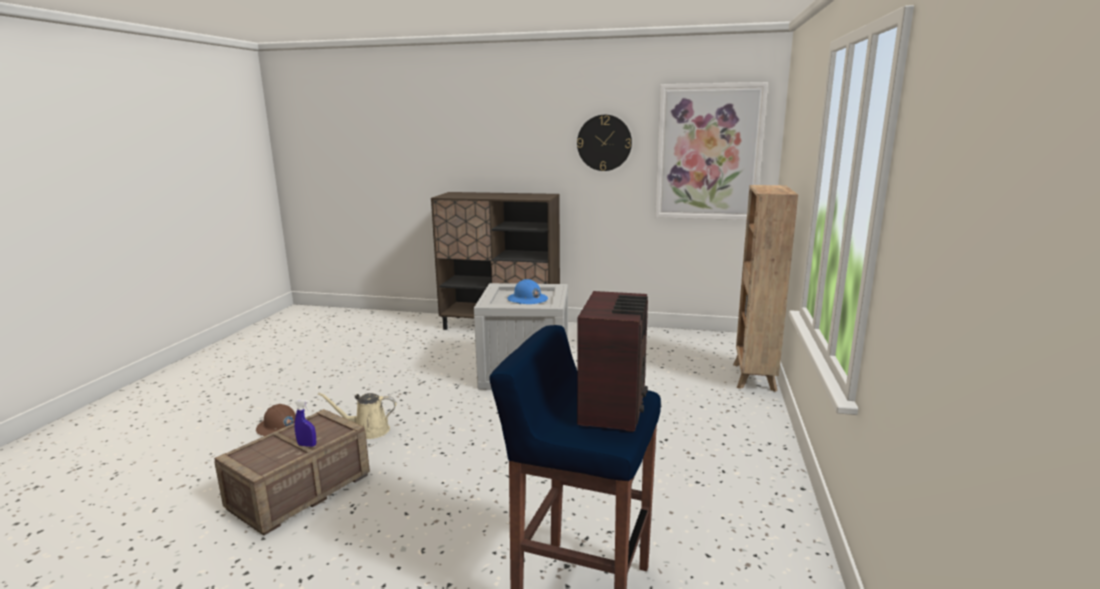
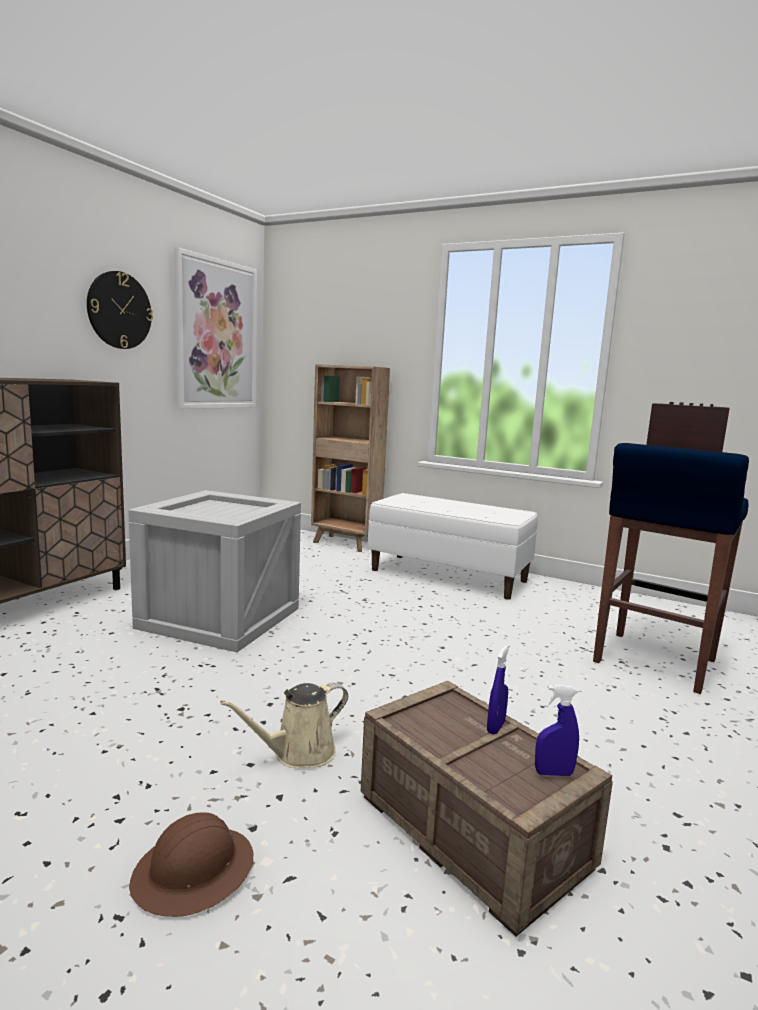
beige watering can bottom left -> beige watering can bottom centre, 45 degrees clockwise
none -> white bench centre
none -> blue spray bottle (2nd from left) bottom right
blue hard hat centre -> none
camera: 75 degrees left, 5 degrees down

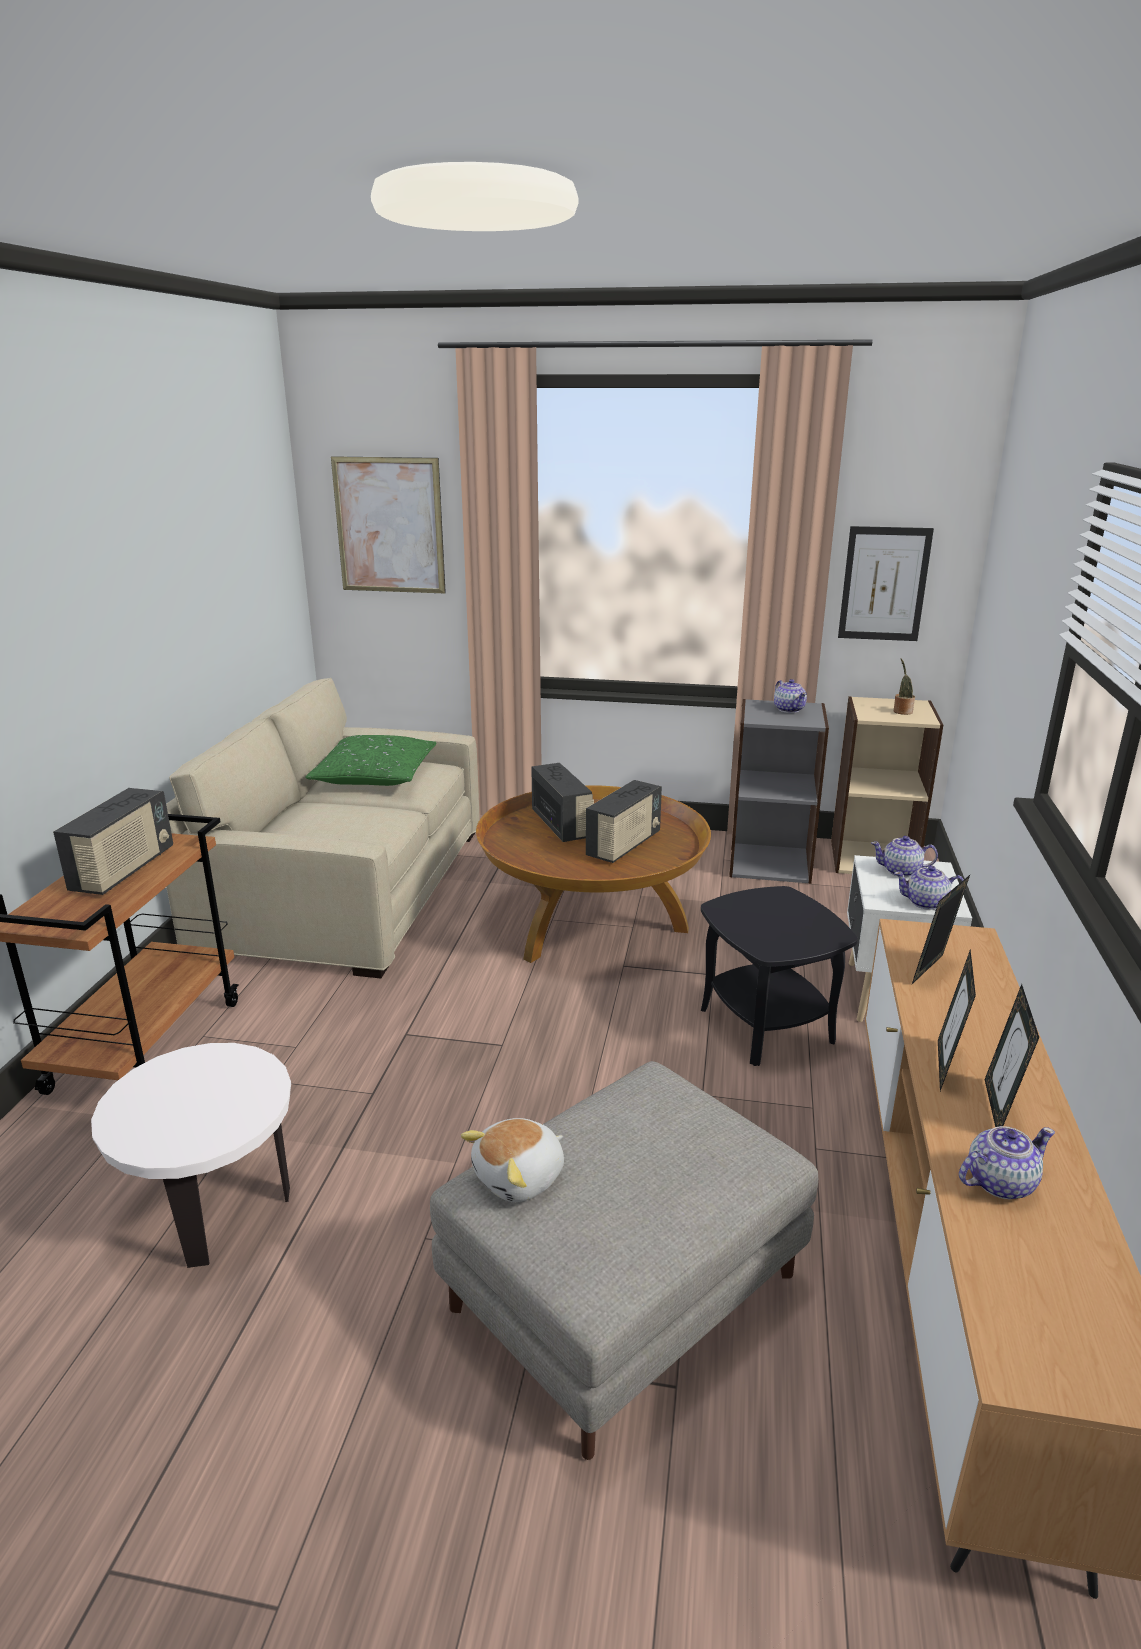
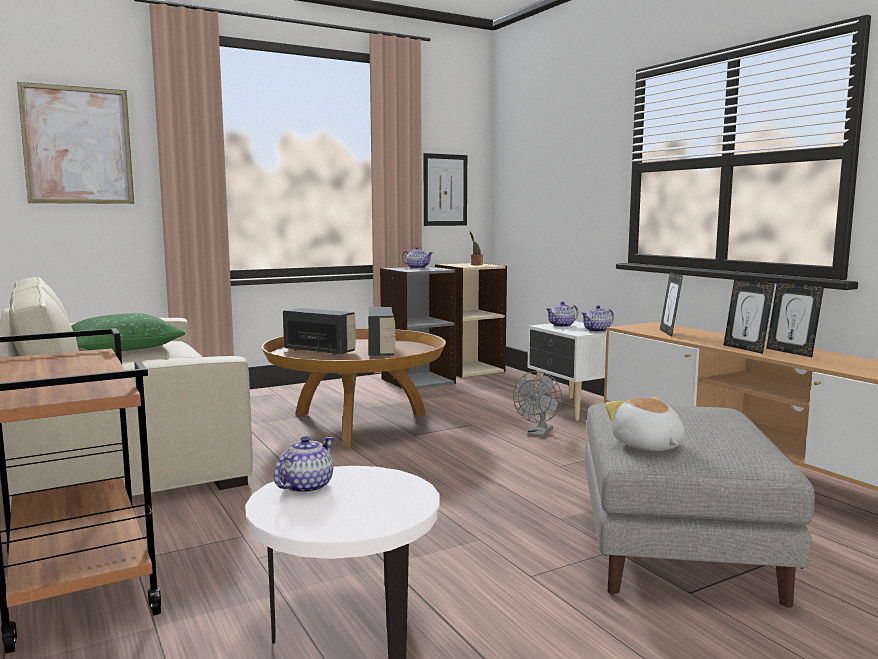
teapot (4th from left in the first image) bottom right -> teapot (1st from left) bottom centre, move
black side table middle right -> grey fan centre
plush toy bottom centre -> plush toy middle right, 150 degrees clockwise
radio (1st from left) middle left -> none
camera: 40 degrees left, 15 degrees down

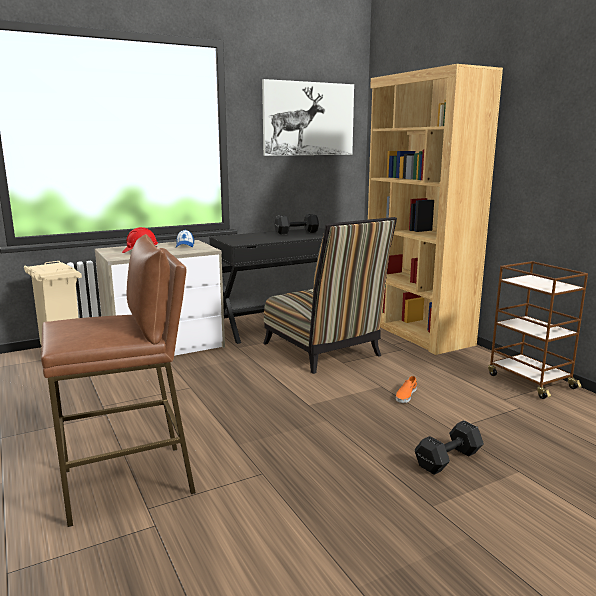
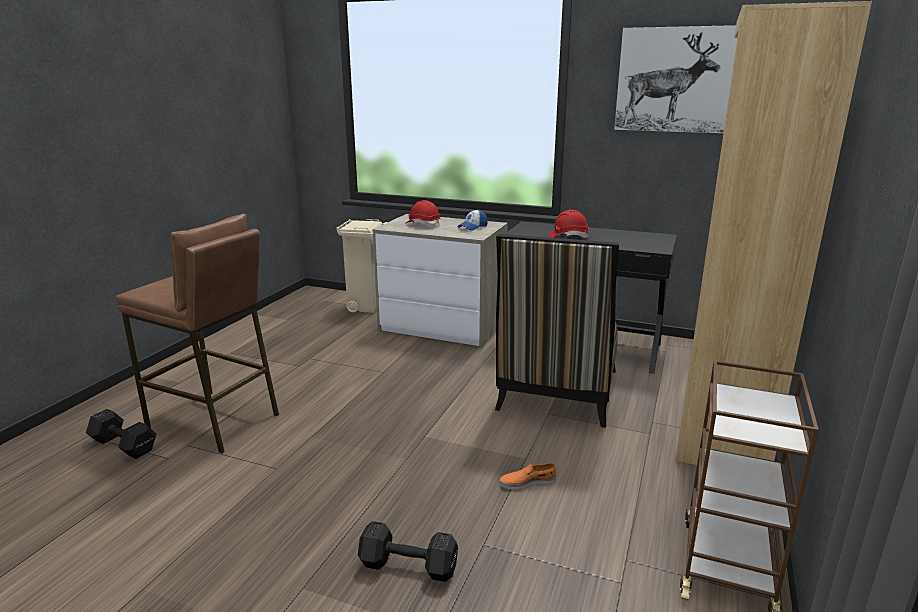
black dumbbell (1st from left) centre -> black dumbbell (1st from left) bottom left, move
none -> red hard hat (2nd from left) centre
camera: 50 degrees right, 5 degrees up

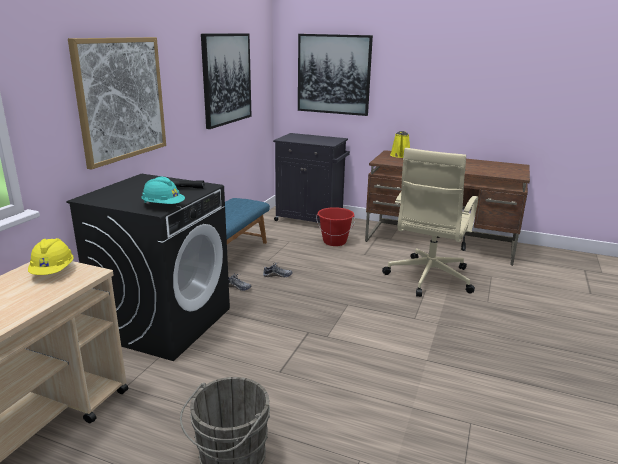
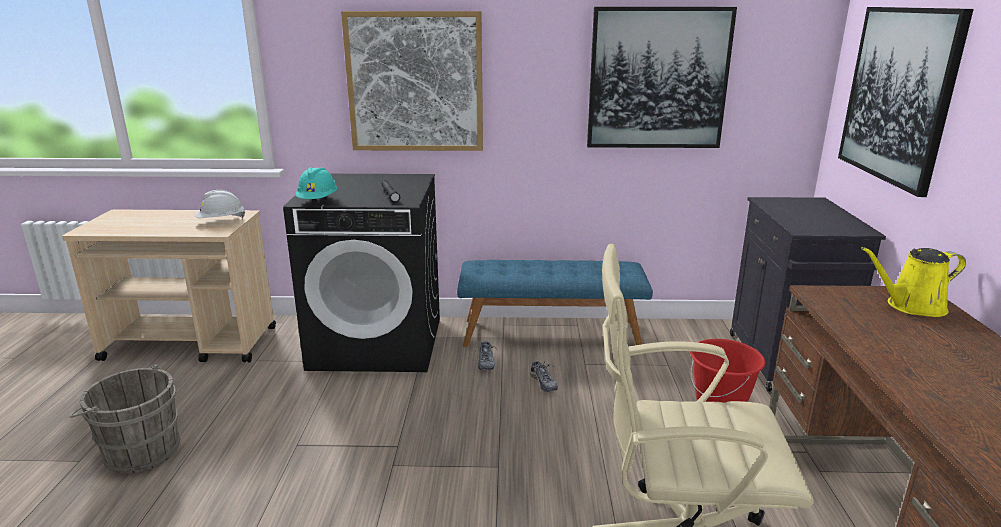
yellow hard hat middle left -> white hard hat middle left
camera: 70 degrees right, 0 degrees up

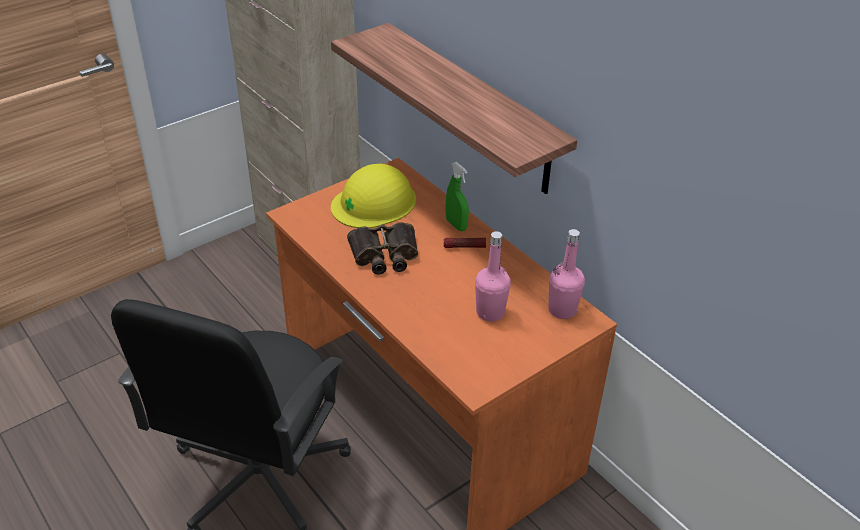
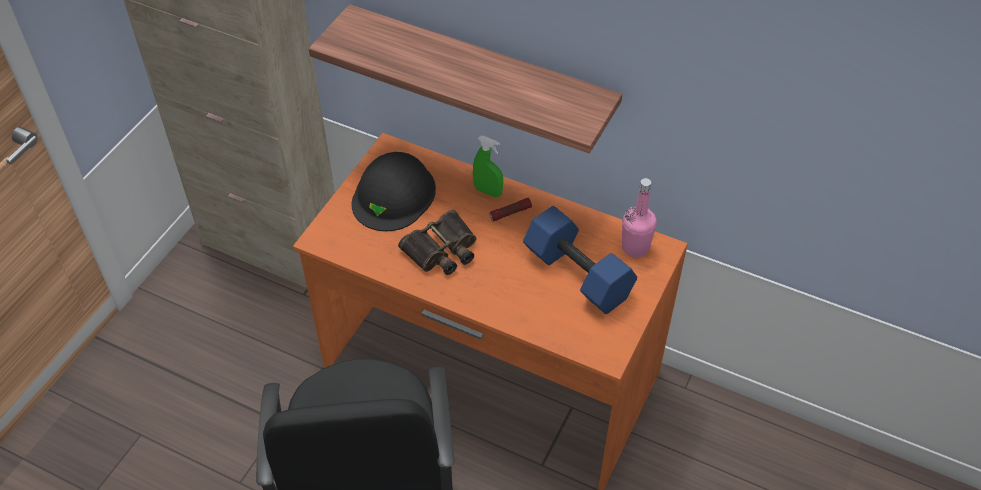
yellow hard hat centre -> black hard hat centre
pink bottle (1st from left) centre -> blue dumbbell centre
camera: 25 degrees left, 10 degrees up

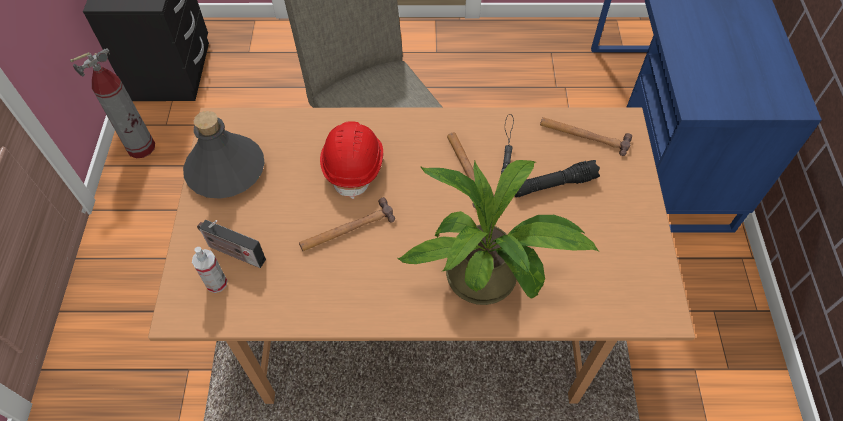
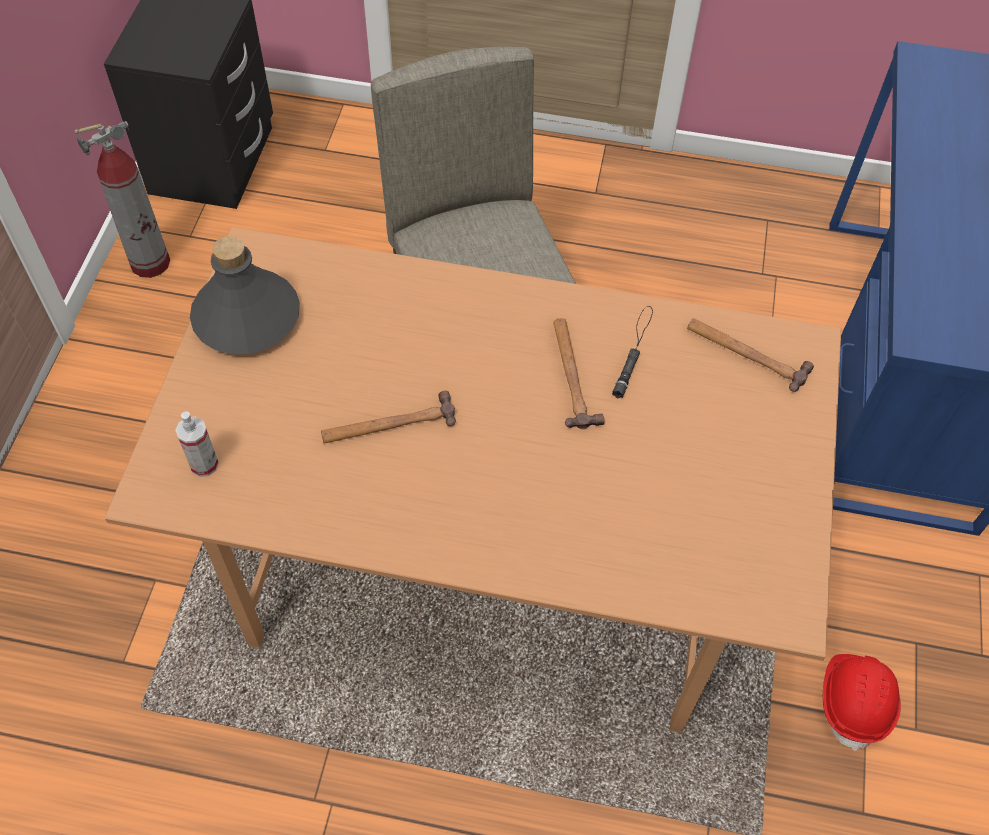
red hard hat centre -> red hard hat bottom right, move
radio middle left -> none
potted plant centre -> none
black flashlight (2nd from left) centre -> none
camera: 10 degrees right, 0 degrees up

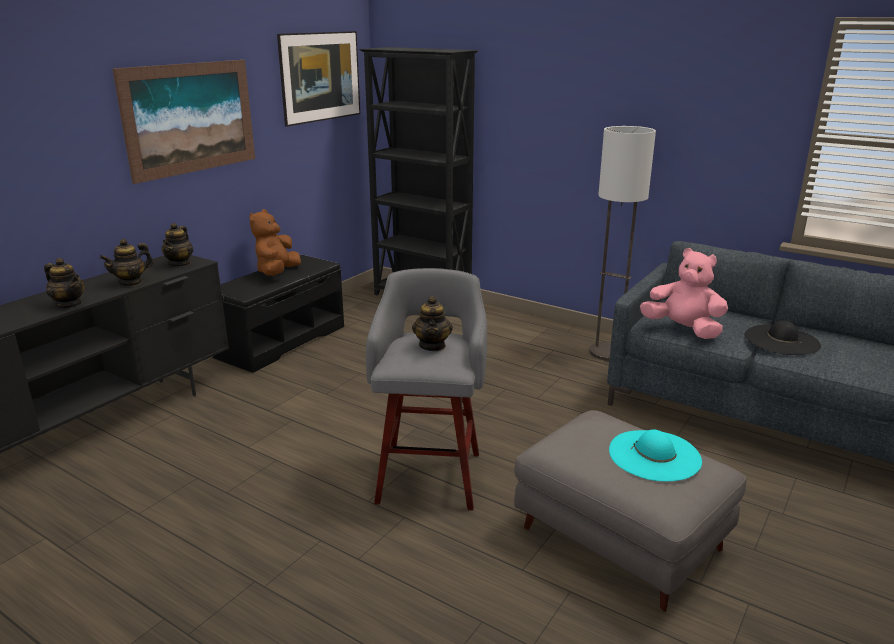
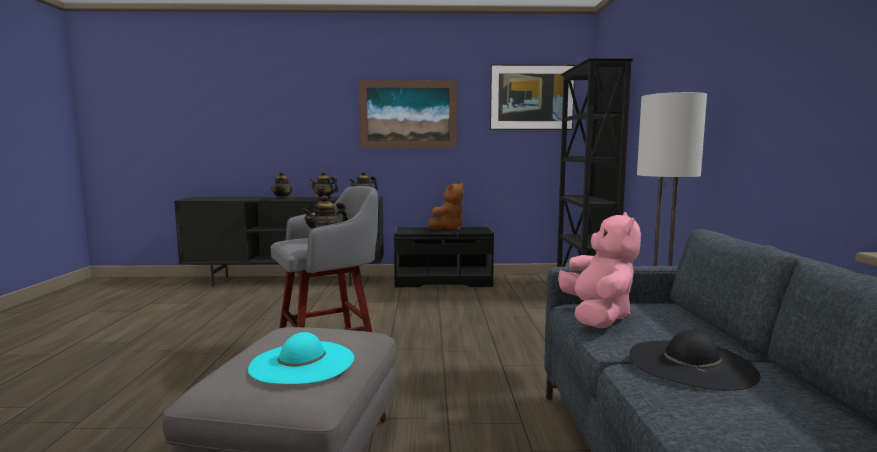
brown plush toy middle left -> brown plush toy centre, 150 degrees clockwise
camera: 55 degrees right, 15 degrees down

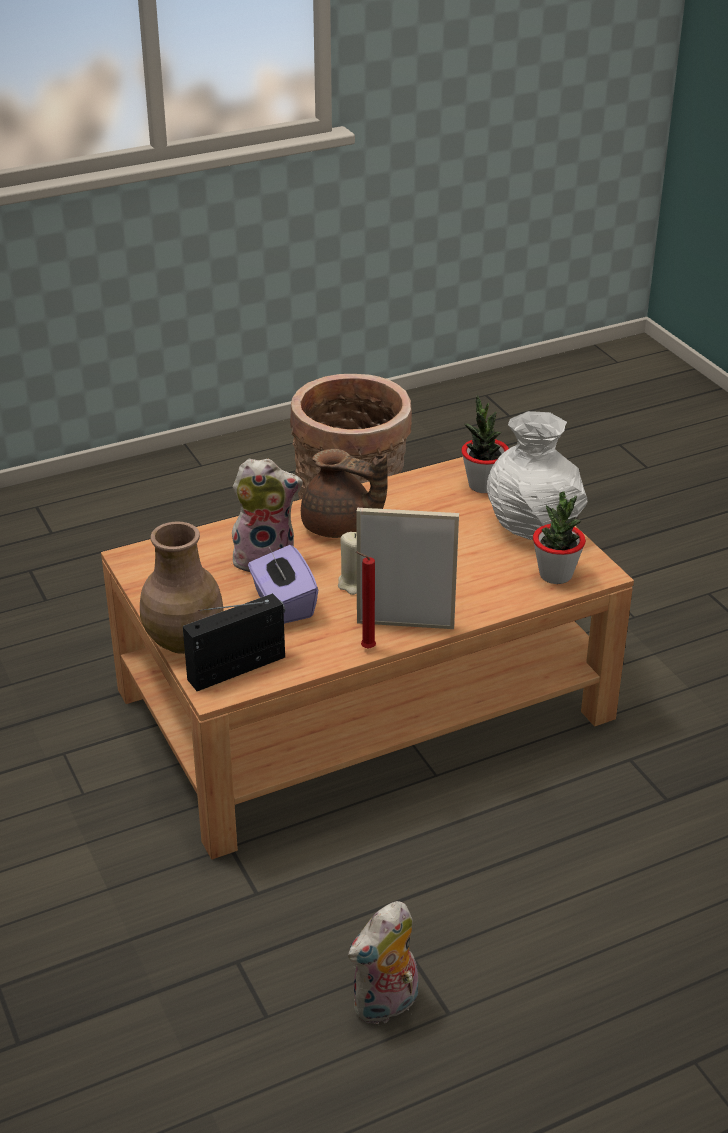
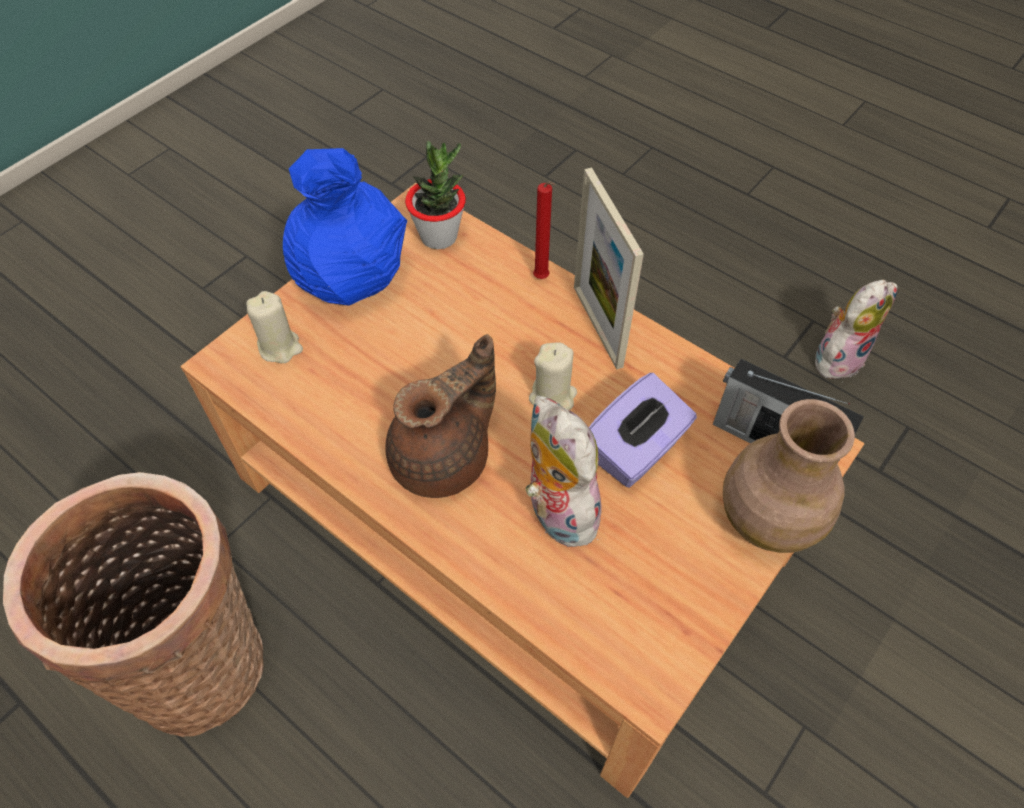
potted plant (1st from left) centre -> beige candle (1st from left) middle left
white vase middle right -> blue vase top centre
brown teapot centre, 45 degrees clockwise
red candle centre -> red candle top centre, move
plush toy (2nd from left) bottom centre -> plush toy (2nd from left) middle right, 60 degrees counterclockwise
camera: 115 degrees left, 20 degrees up

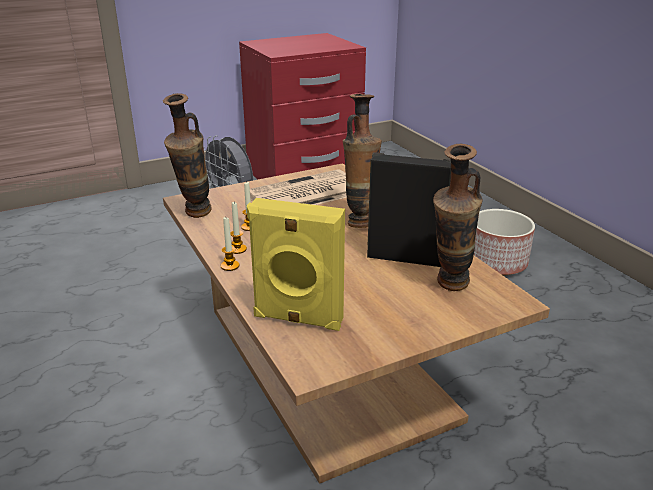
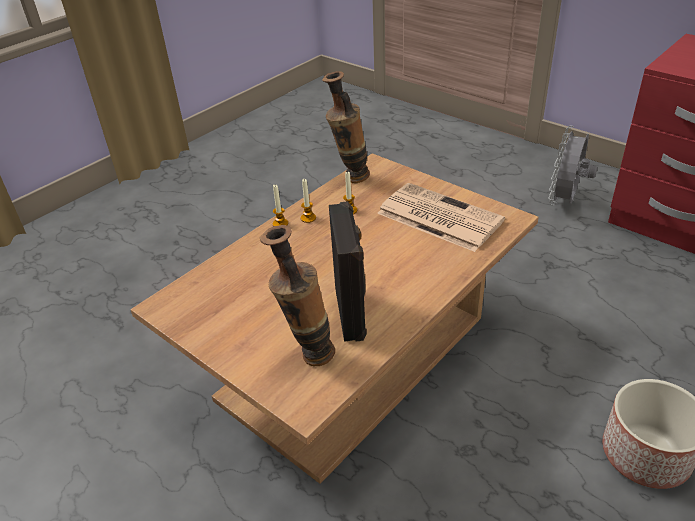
yellow speaker centre -> none
vase (2nd from left) top centre -> none
camera: 70 degrees right, 10 degrees up

